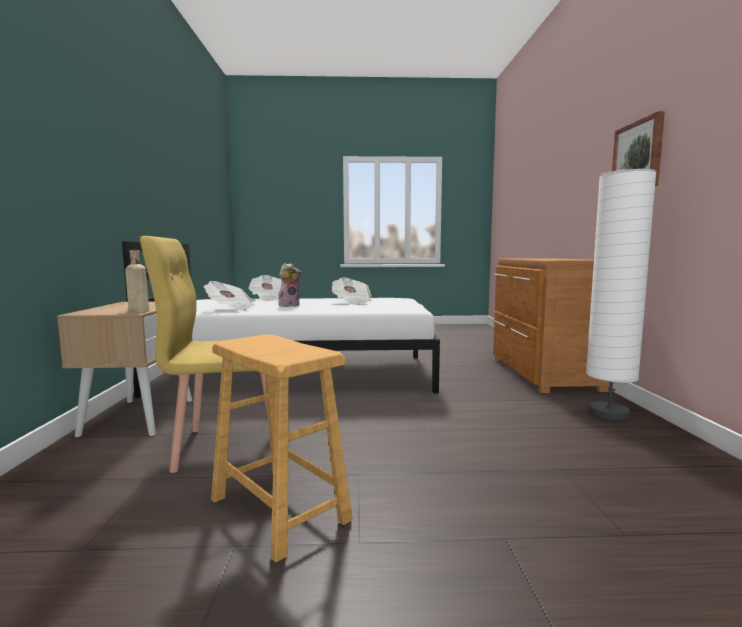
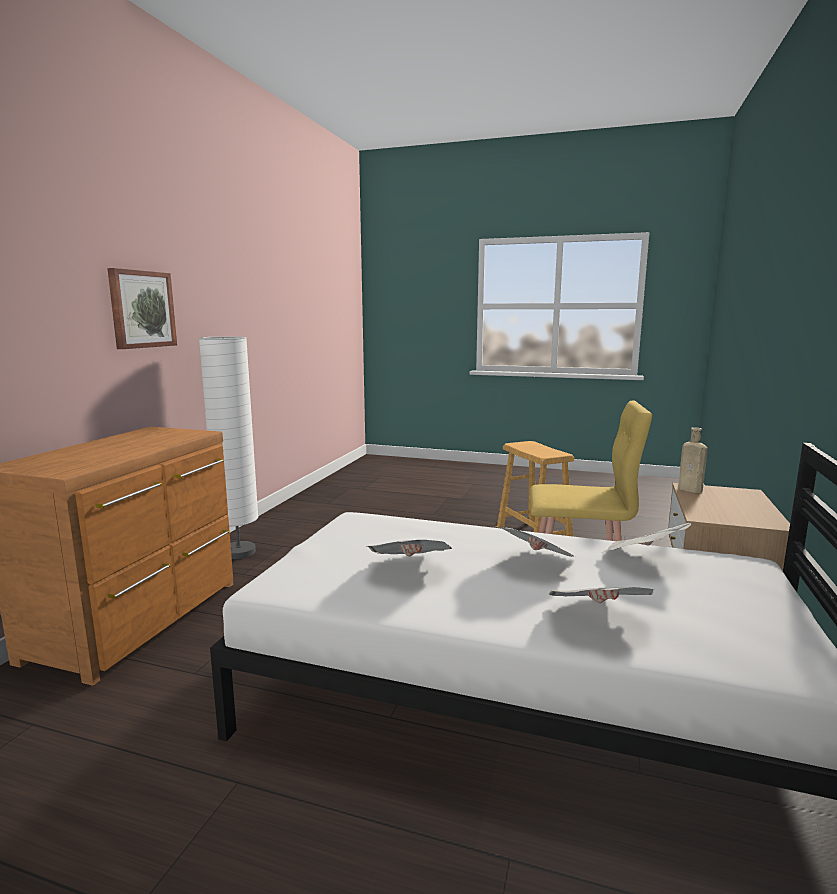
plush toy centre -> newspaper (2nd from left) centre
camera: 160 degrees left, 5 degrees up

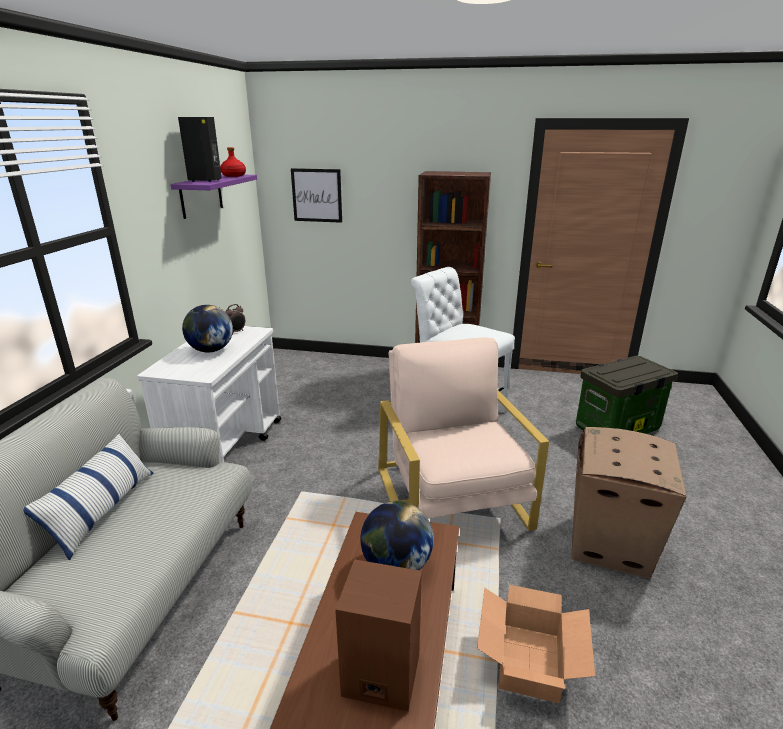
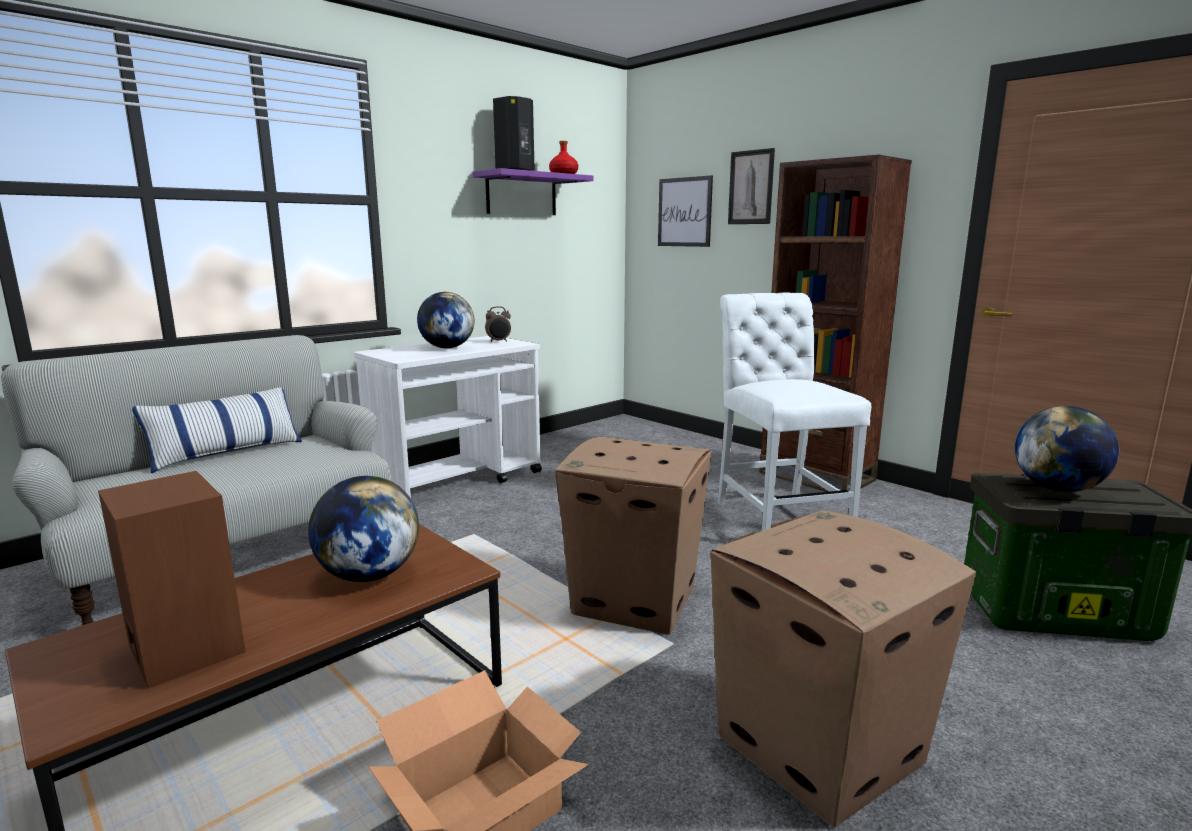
beige armchair centre -> cardboard box (2nd from left) centre
none -> picture (2nd from left) top centre
none -> globe (3rd from left) middle right
camera: 35 degrees right, 10 degrees down

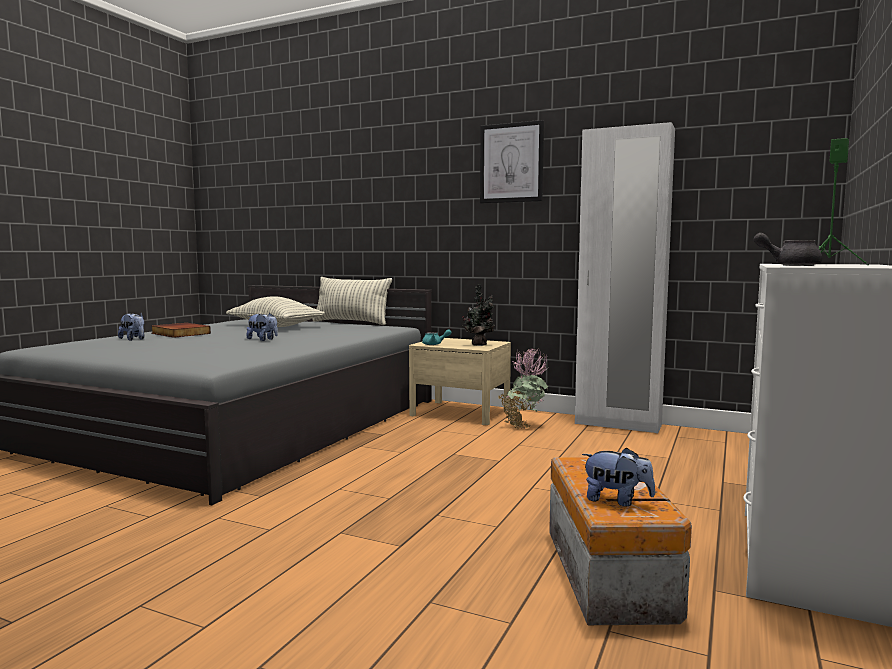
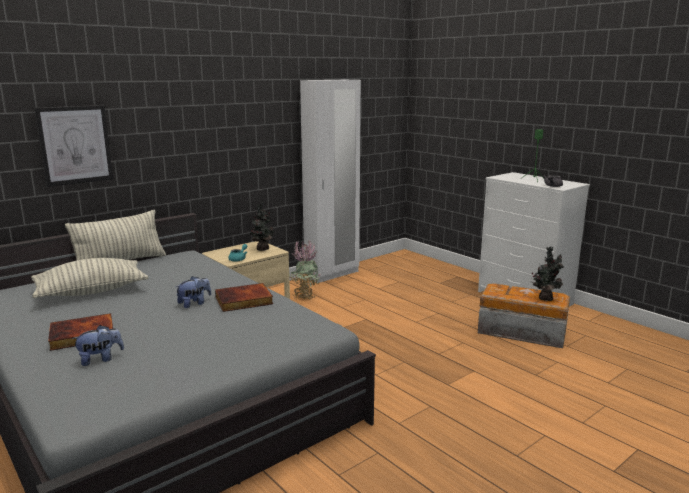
picture top centre -> picture top left, move
none -> book (2nd from left) centre
plush toy (3rd from left) bottom right -> potted plant (3rd from left) middle right
camera: 65 degrees left, 10 degrees up

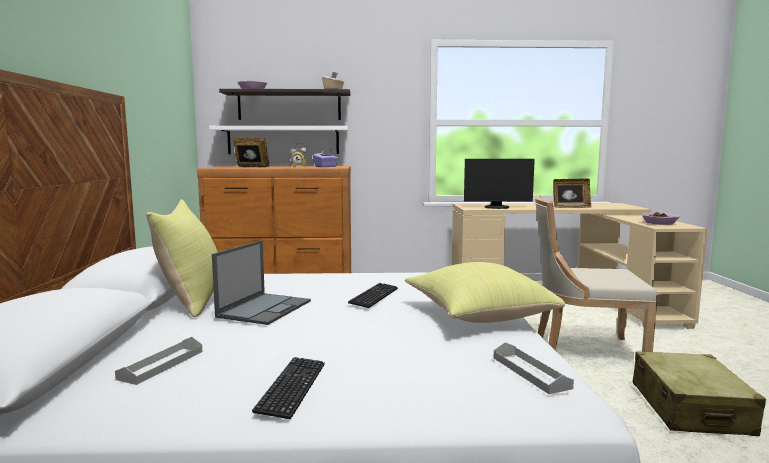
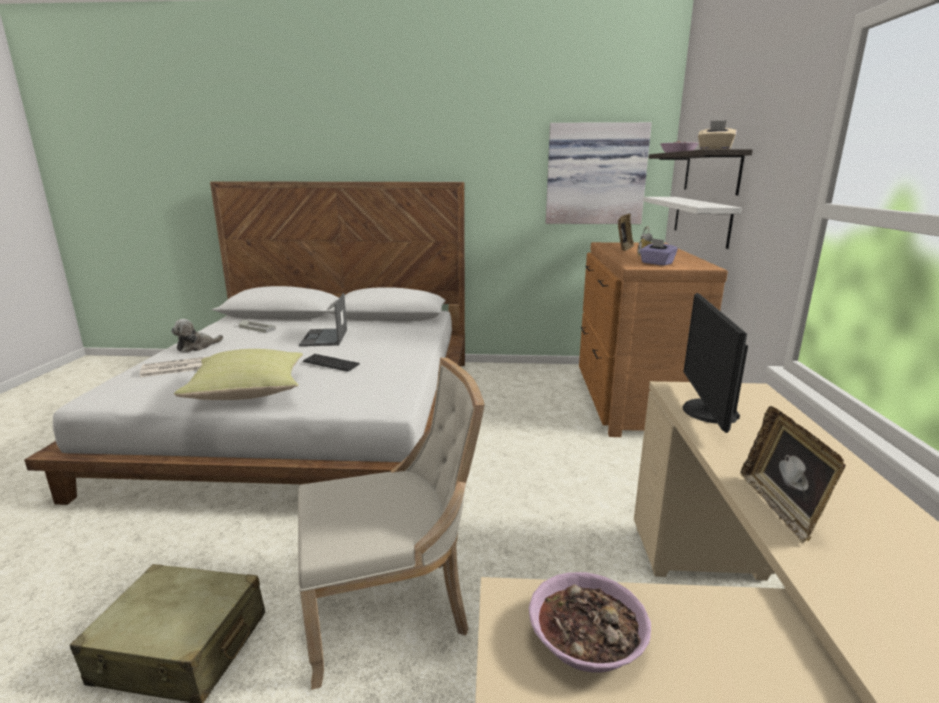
none -> newspaper middle left
keyboard (1st from left) bottom centre -> plush toy middle left
beige chair middle right -> beige chair bottom centre, 60 degrees clockwise
laptop centre, 60 degrees clockwise
none -> picture top centre
yellow pillow (1st from left) middle left -> none
grey tray (2nd from left) bottom right -> none
camera: 95 degrees right, 10 degrees up

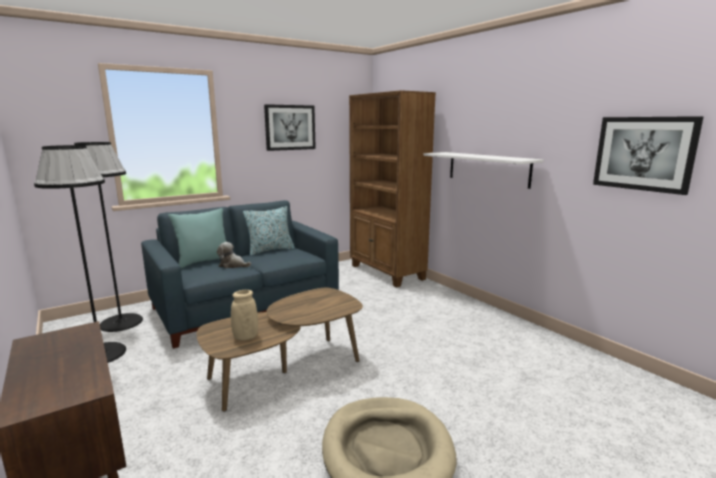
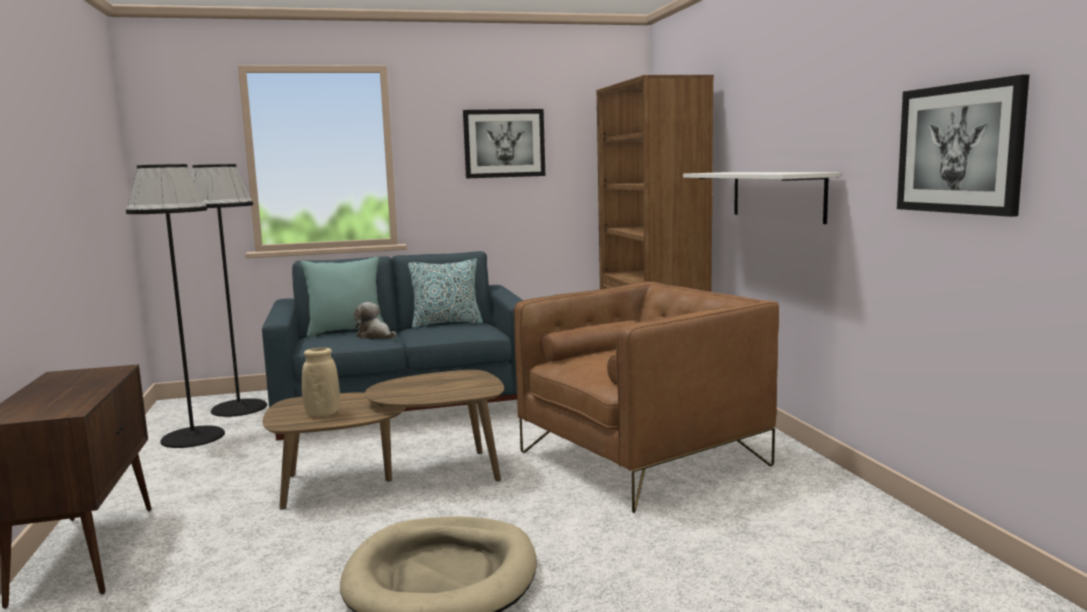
none -> brown armchair centre
camera: 20 degrees right, 5 degrees down

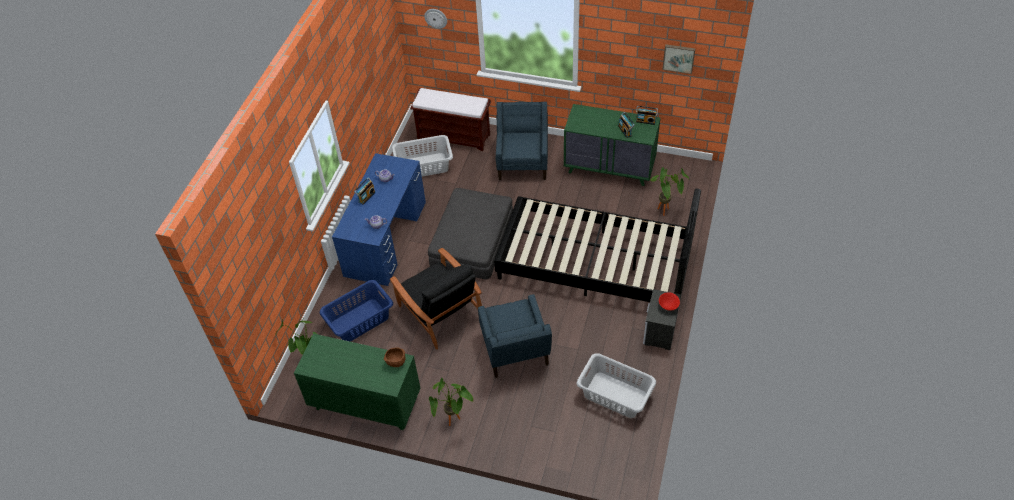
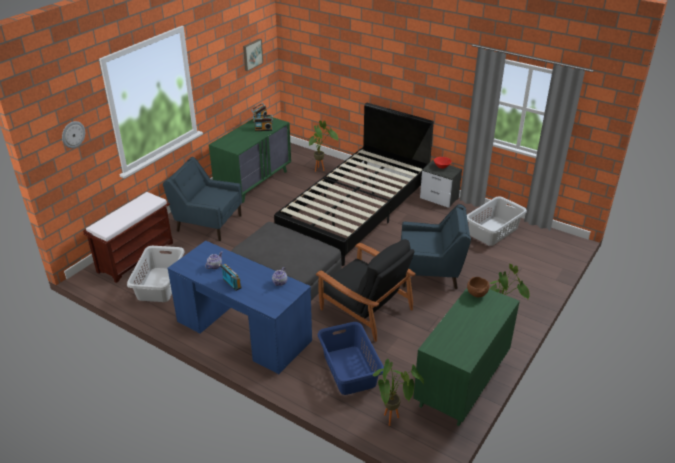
black armchair centre, 60 degrees clockwise
camera: 75 degrees left, 15 degrees down

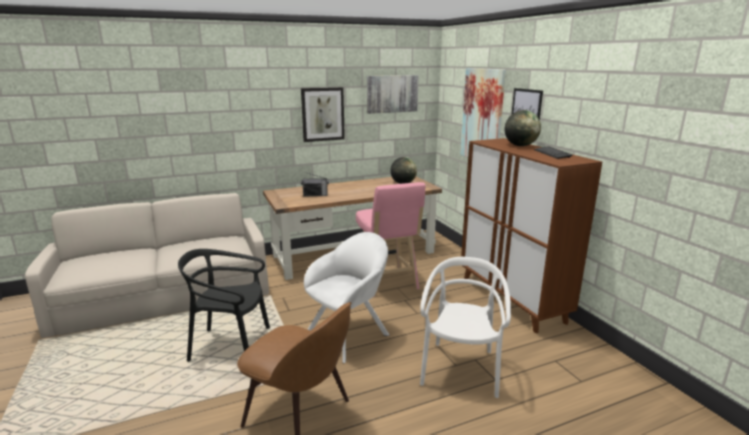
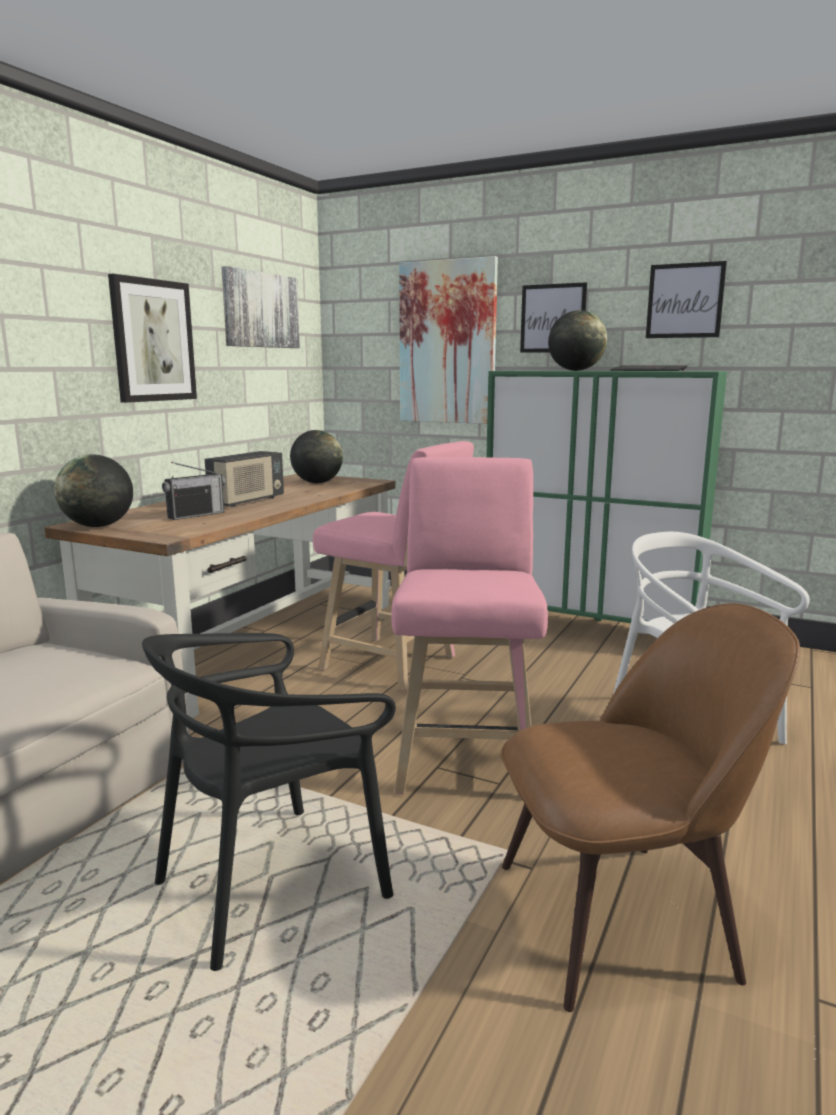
none -> globe (1st from left) middle left
none -> radio (2nd from left) middle left
white armchair bottom centre -> pink stool (2nd from left) centre
brown cabinet middle right -> green cabinet middle right
none -> picture (5th from left) top right
camera: 40 degrees left, 5 degrees down

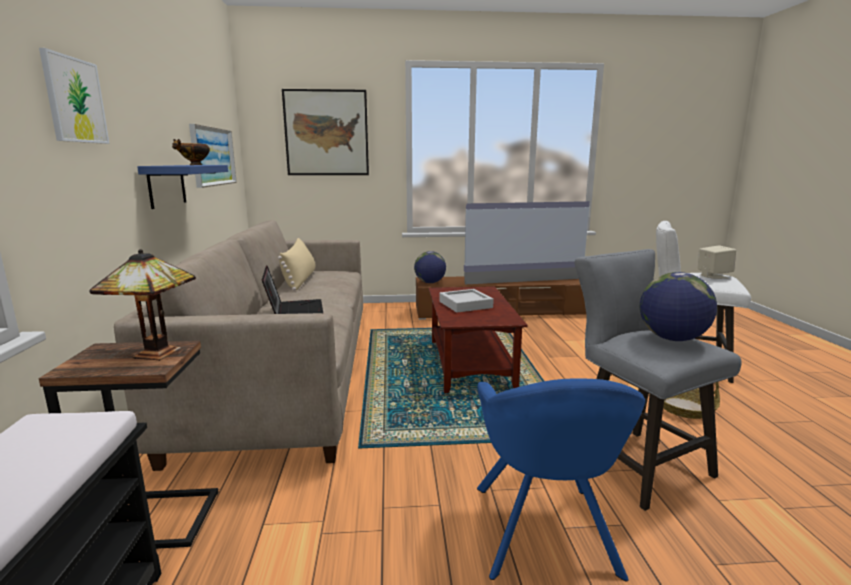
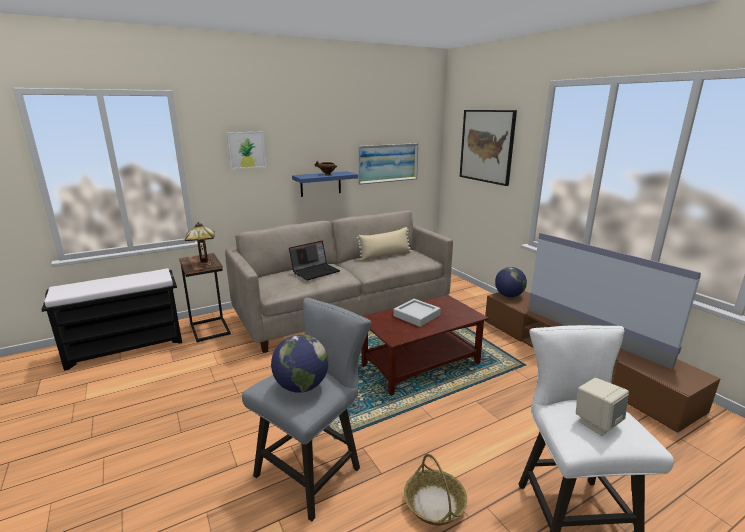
blue armchair bottom centre -> none
camera: 65 degrees right, 5 degrees up

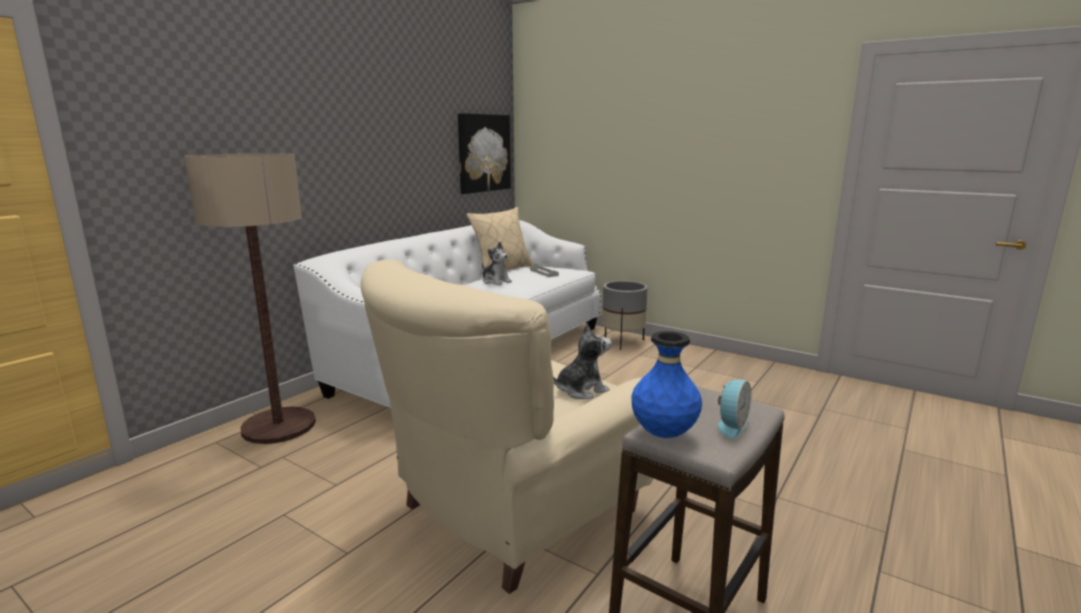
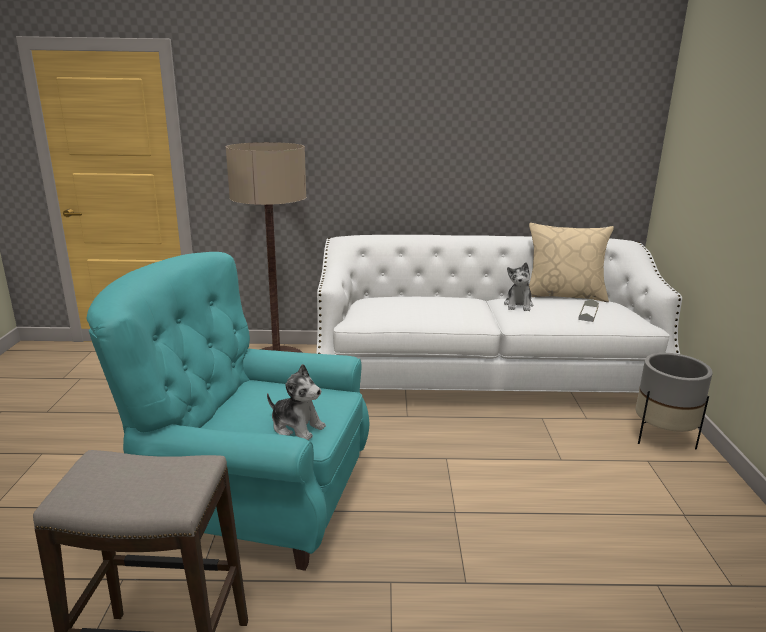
beige armchair bottom centre -> turquoise armchair middle left
picture top centre -> none
blue vase centre -> none
alarm clock bottom right -> none
camera: 55 degrees right, 5 degrees up

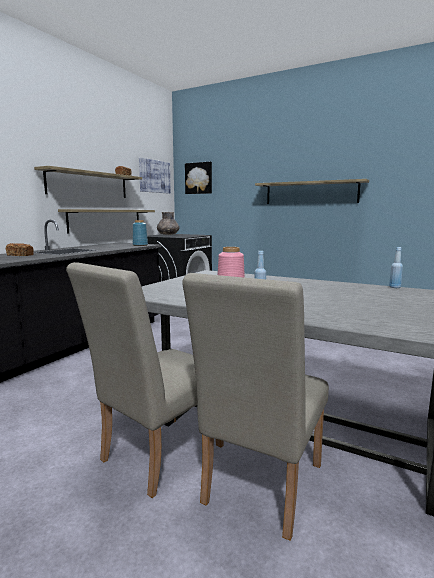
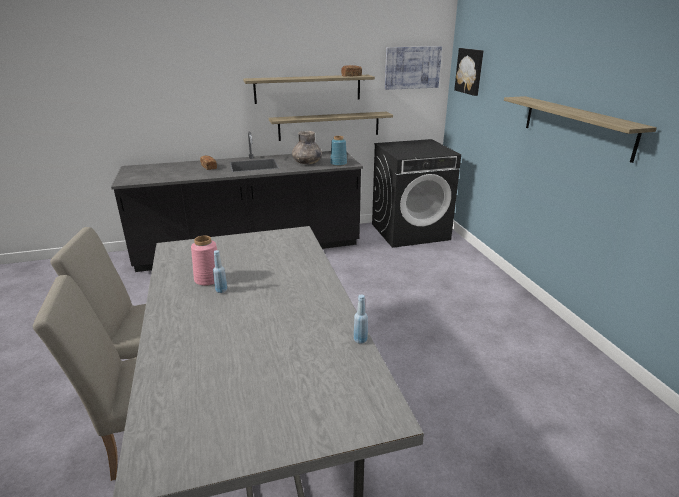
grey vase centre -> grey vase top centre, move
camera: 45 degrees right, 15 degrees up

